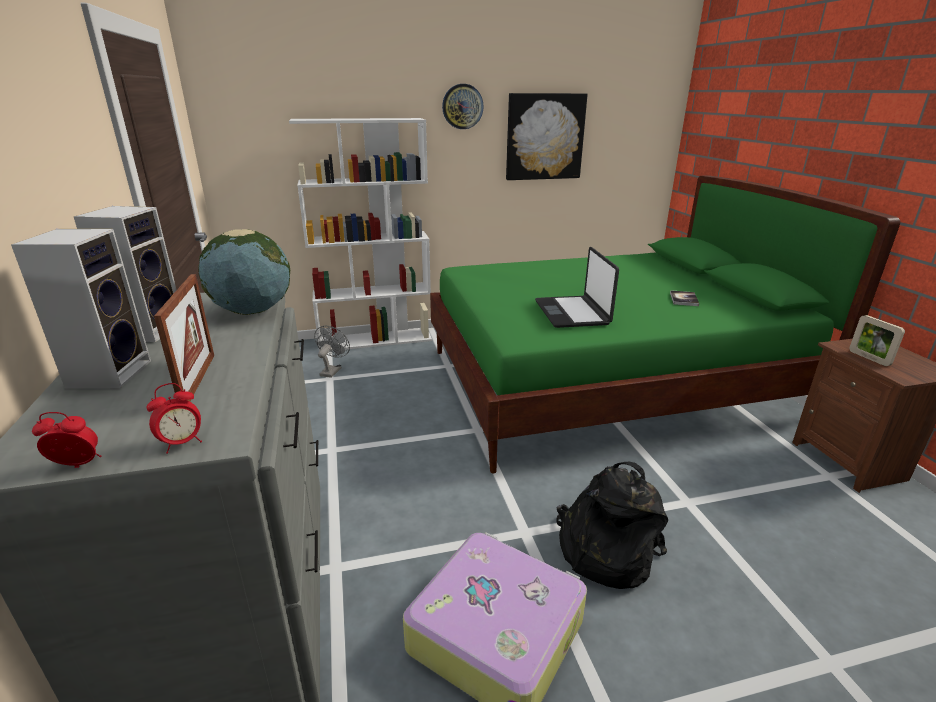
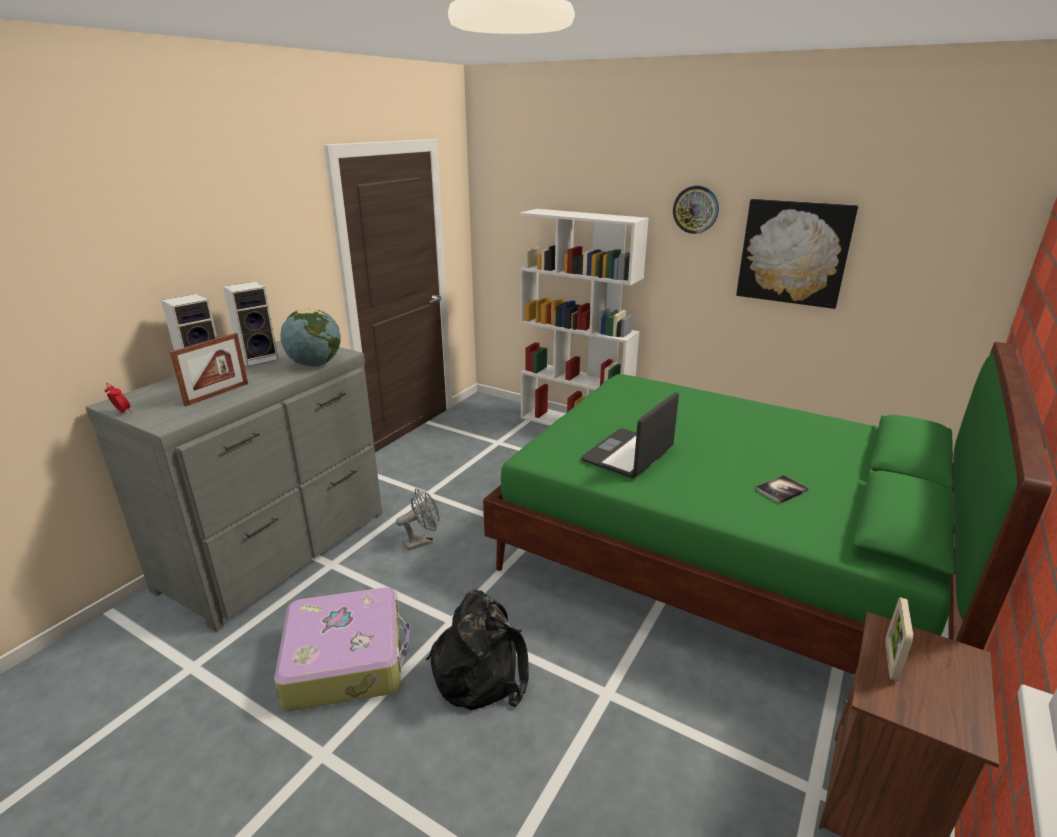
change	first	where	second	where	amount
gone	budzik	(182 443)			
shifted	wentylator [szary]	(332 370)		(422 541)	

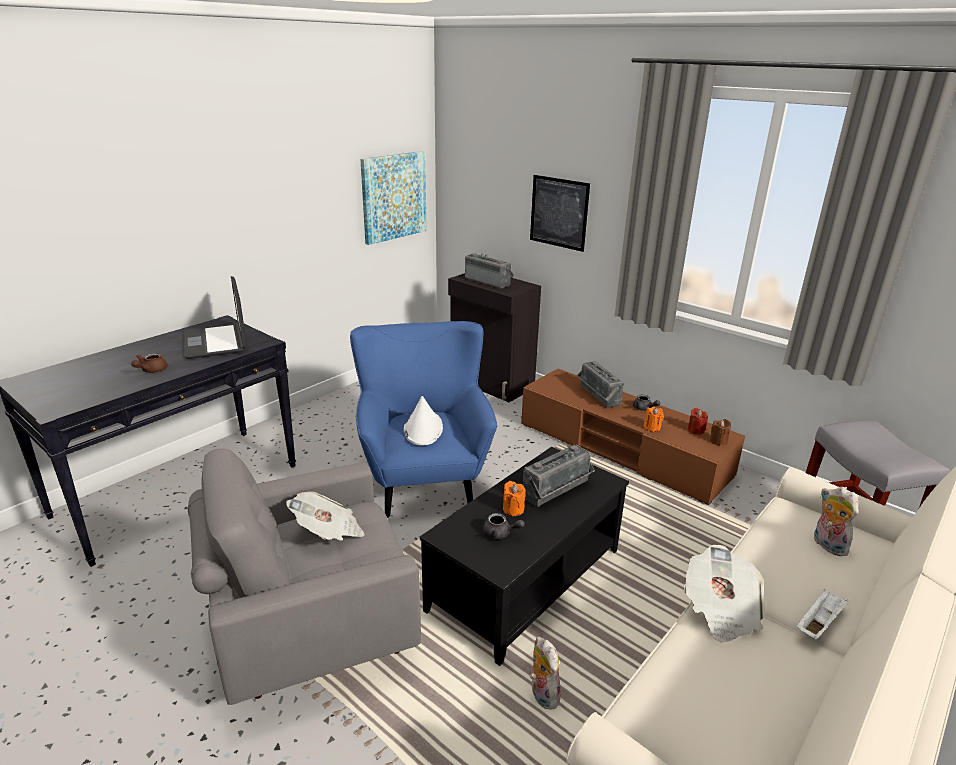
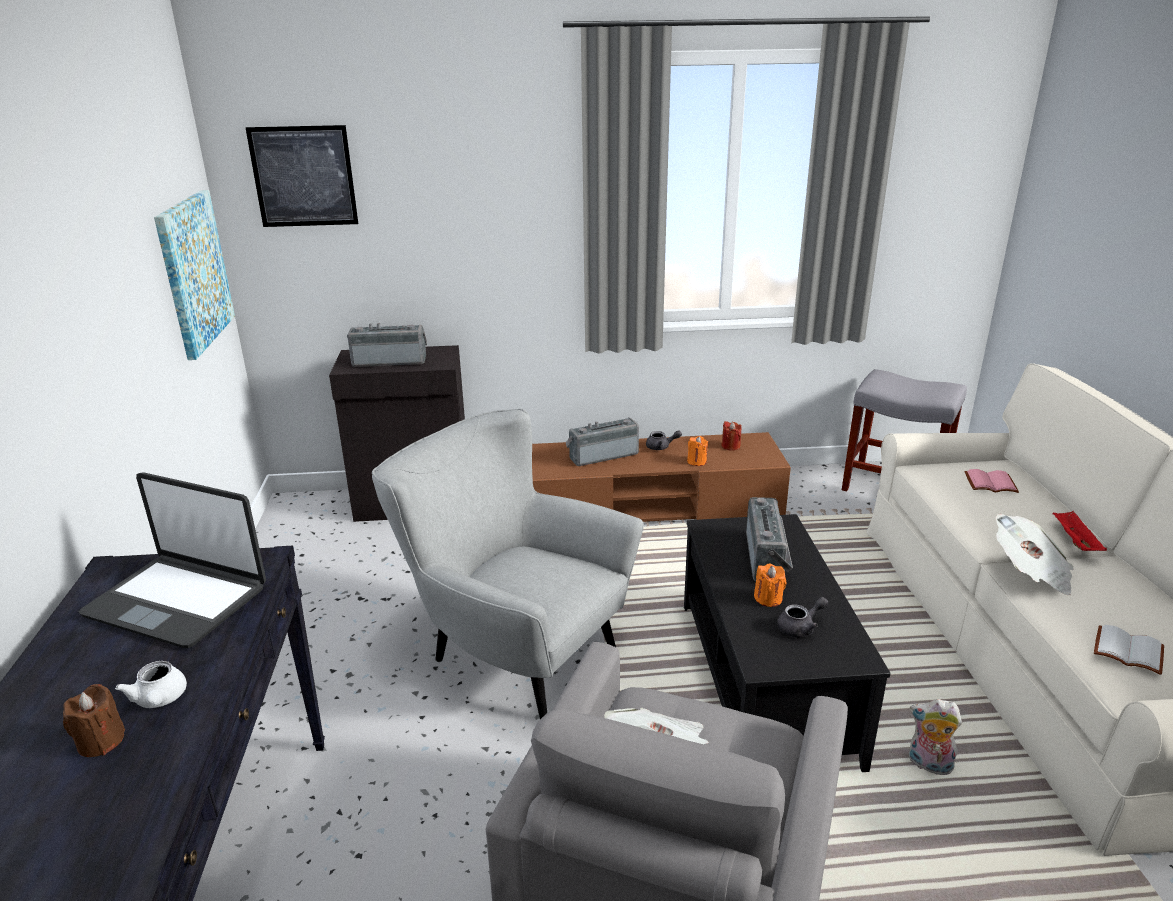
change	first	where	second	where	amount
repainted	imbryk [brązowy]	(151 370)	imbryk [biały]	(159 700)	
repainted	fotel [niebieski]	(423 478)	fotel [szary]	(512 651)	
gone	kapelusz [biały]	(423 429)			
shifted	obraz	(559 212)		(303 176)	
rotated	radio	(597 396)		(602 455)	135 degrees clockwise
shifted	świeca [brązowy]	(718 441)		(101 741)	
repainted	taca [biały]	(818 622)	taca [czerwony]	(1074 541)	
swapped	pluszak	(827 545)	książka [różowy]	(991 482)	
new			książka [biały]	(1126 652)	

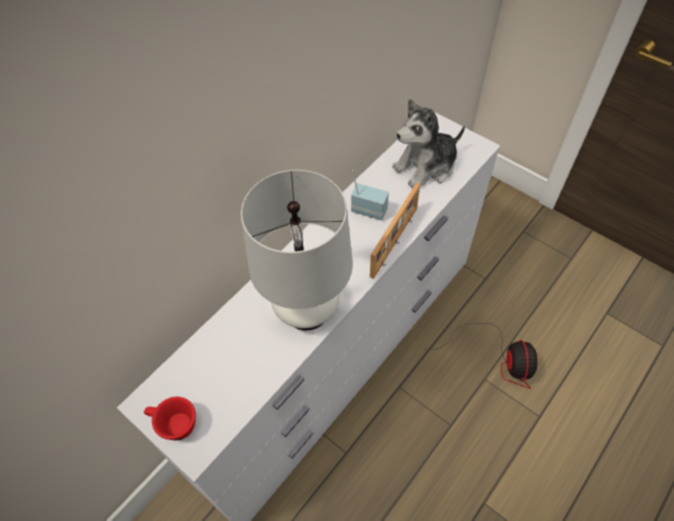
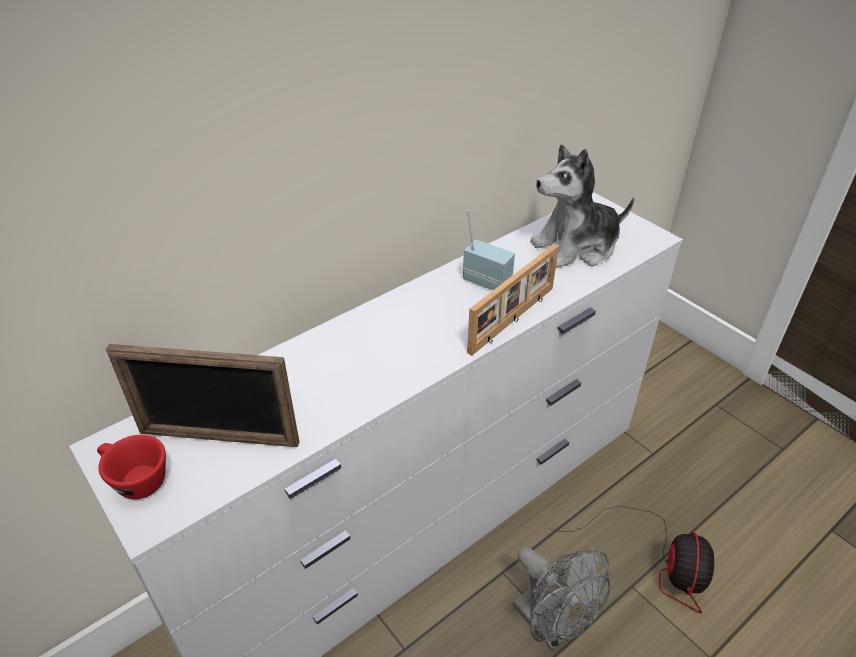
change	first	where	second	where	amount
gone	lampa stołowa [biały]	(306 309)			
new			ramka na zdjęcie	(218 438)	
new			wentylator [szary]	(552 625)	

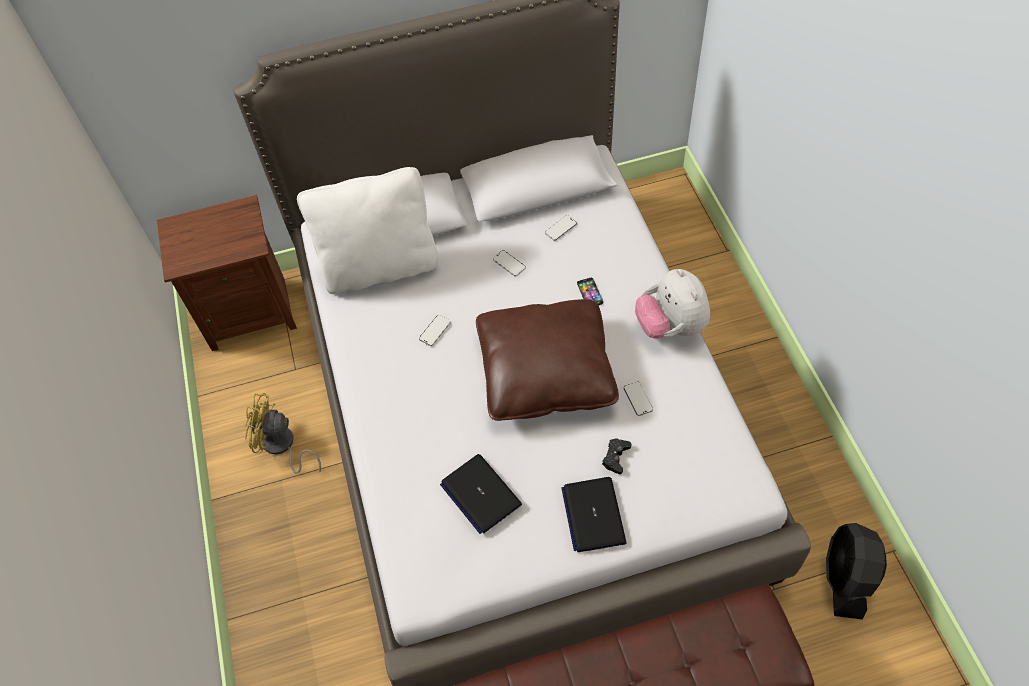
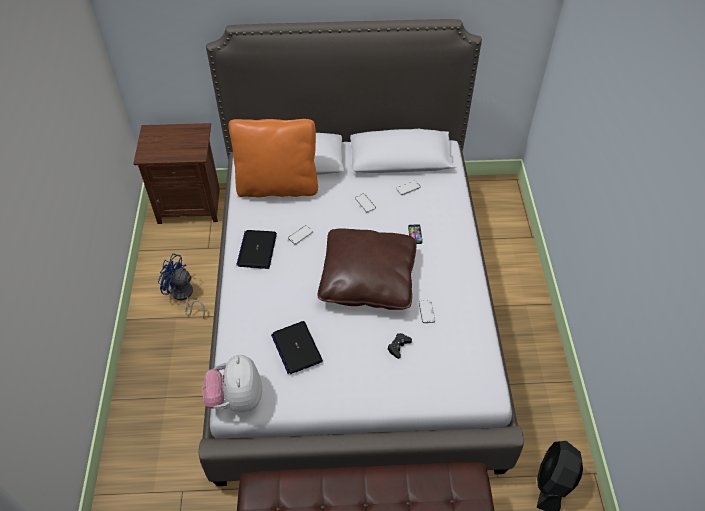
change	first	where	second	where	amount
repainted	wentylator [żółty]	(282 447)	wentylator [niebieski]	(183 296)	
repainted	poduszka [biały]	(380 267)	poduszka [pomarańczowy]	(277 186)	
shifted	laptop	(593 514)		(257 250)	
shifted	pluszak	(671 326)		(236 398)	

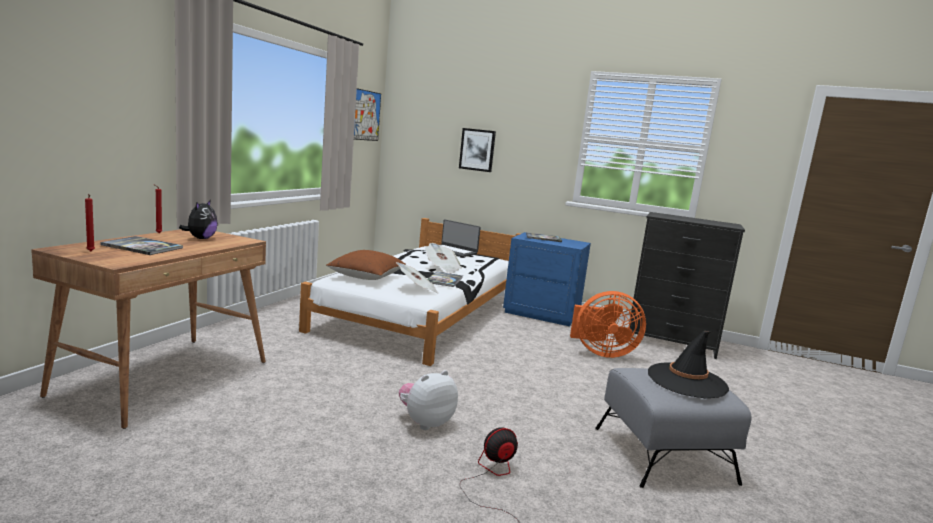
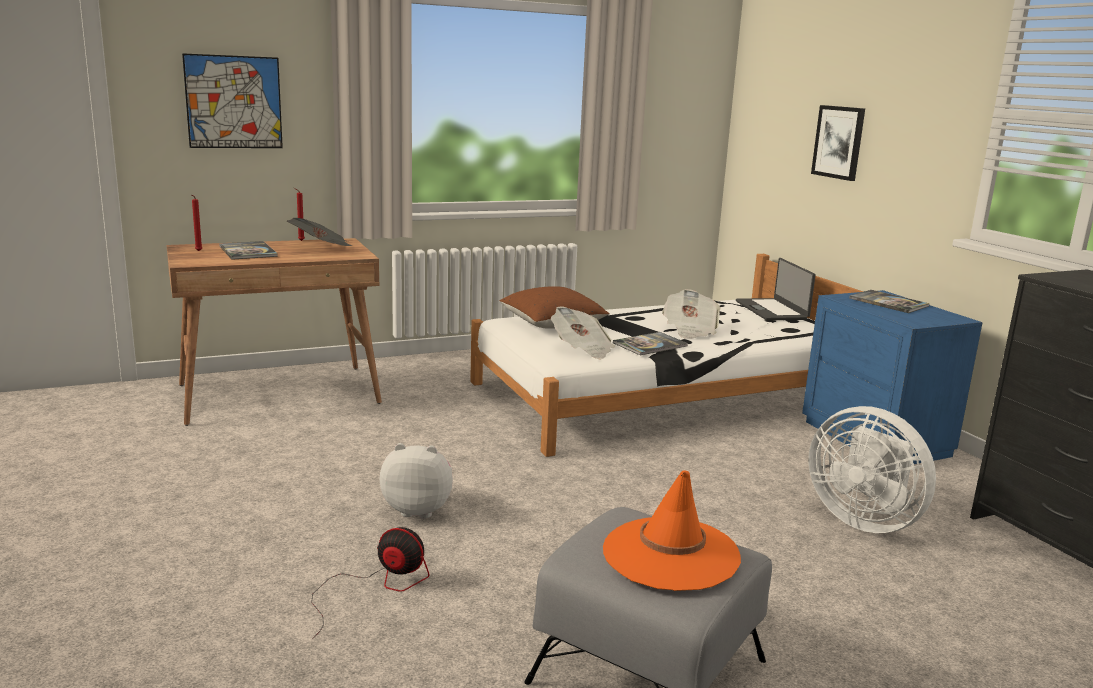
change	first	where	second	where	amount
swapped	pluszak	(201 238)	gazeta	(322 249)	
shifted	obraz	(366 115)		(234 102)	
repainted	wentylator [pomarańczowy]	(601 352)	wentylator [biały]	(863 519)	
repainted	kapelusz [czarny]	(686 381)	kapelusz [pomarańczowy]	(670 554)	

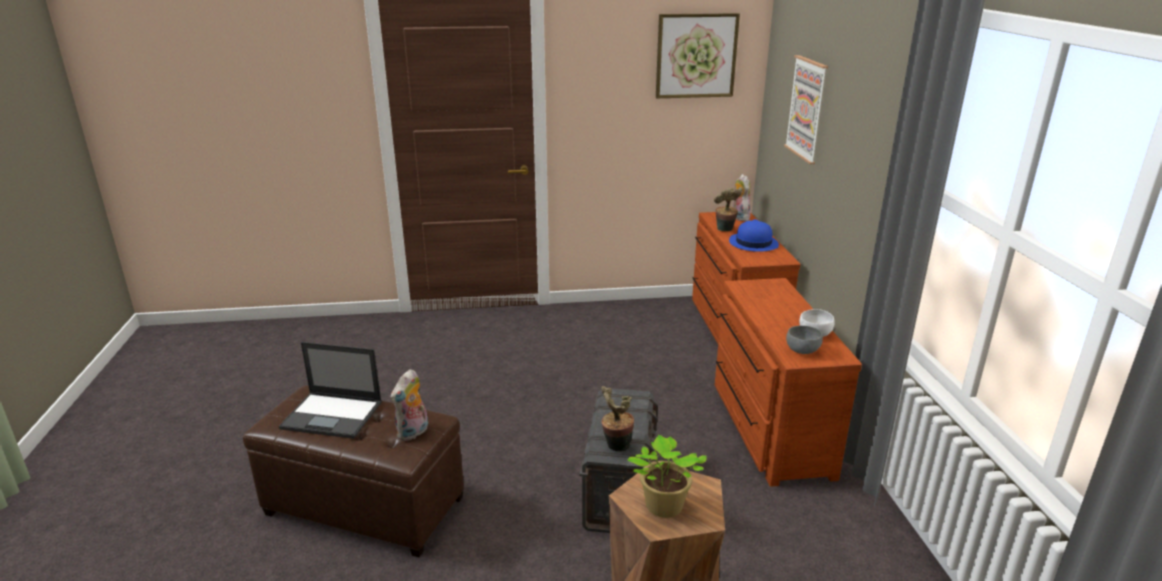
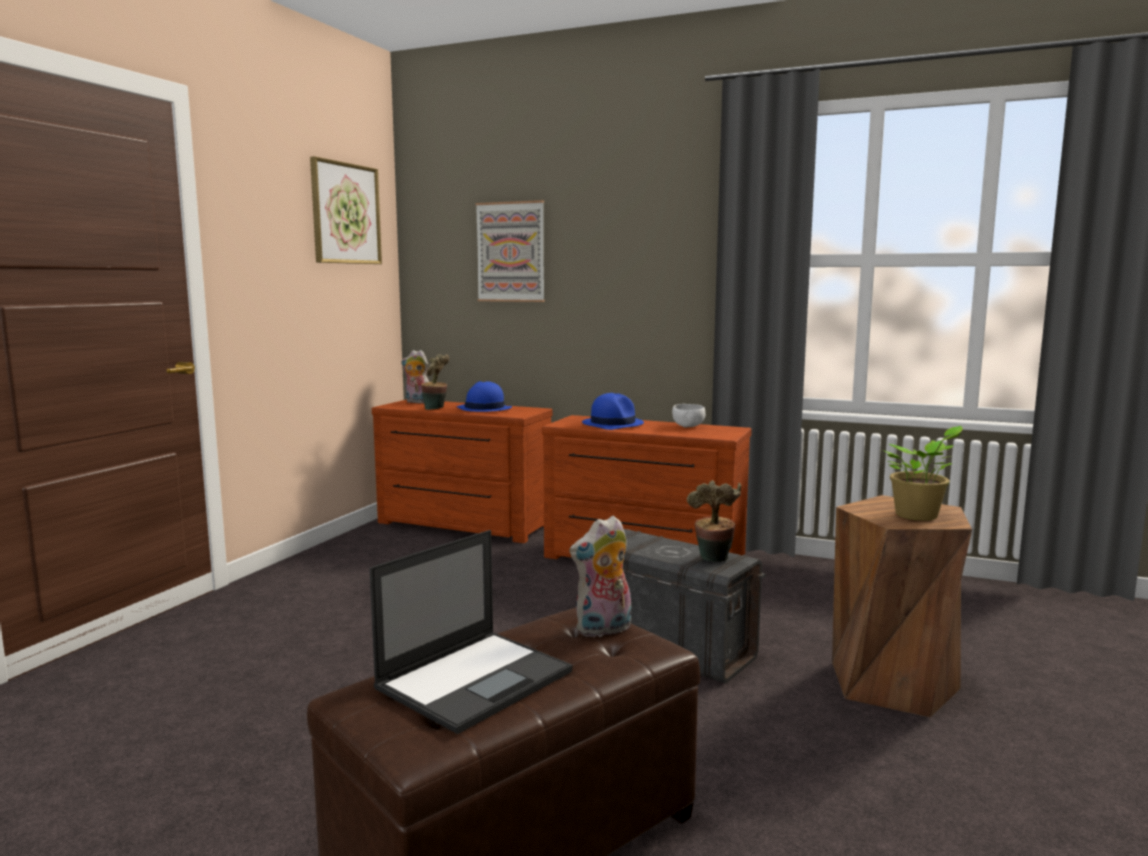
change	first	where	second	where	amount
rotated	pluszak	(413 433)		(603 630)	90 degrees clockwise
gone	miska [szary]	(802 351)			
new			kapelusz [niebieski]	(612 424)	

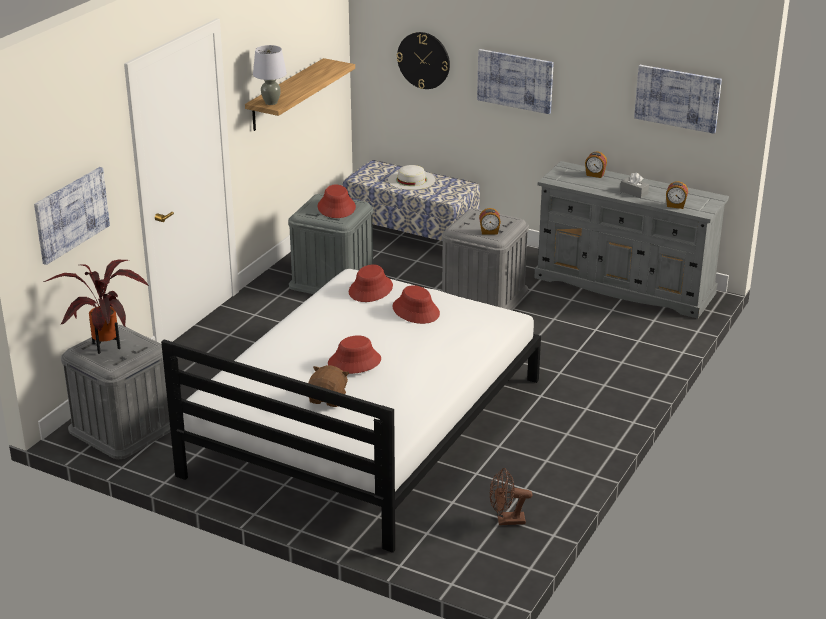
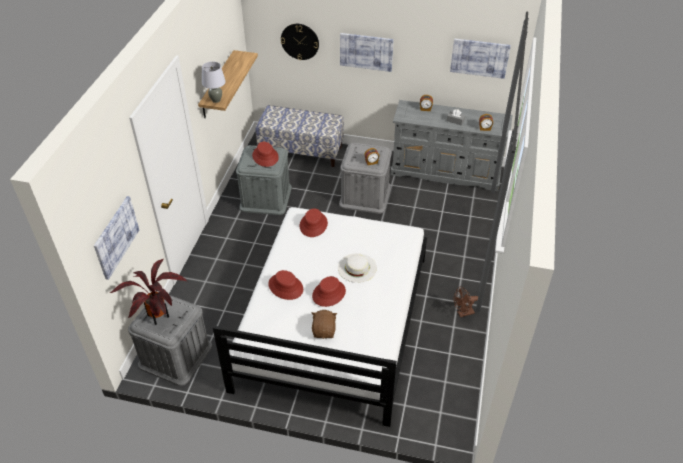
change	first	where	second	where	amount
shifted	kapelusz [biały]	(411 180)		(357 267)	
shifted	kapelusz [czerwony]	(416 311)		(286 287)	
shifted	wentylator [brązowy]	(506 521)		(462 313)	

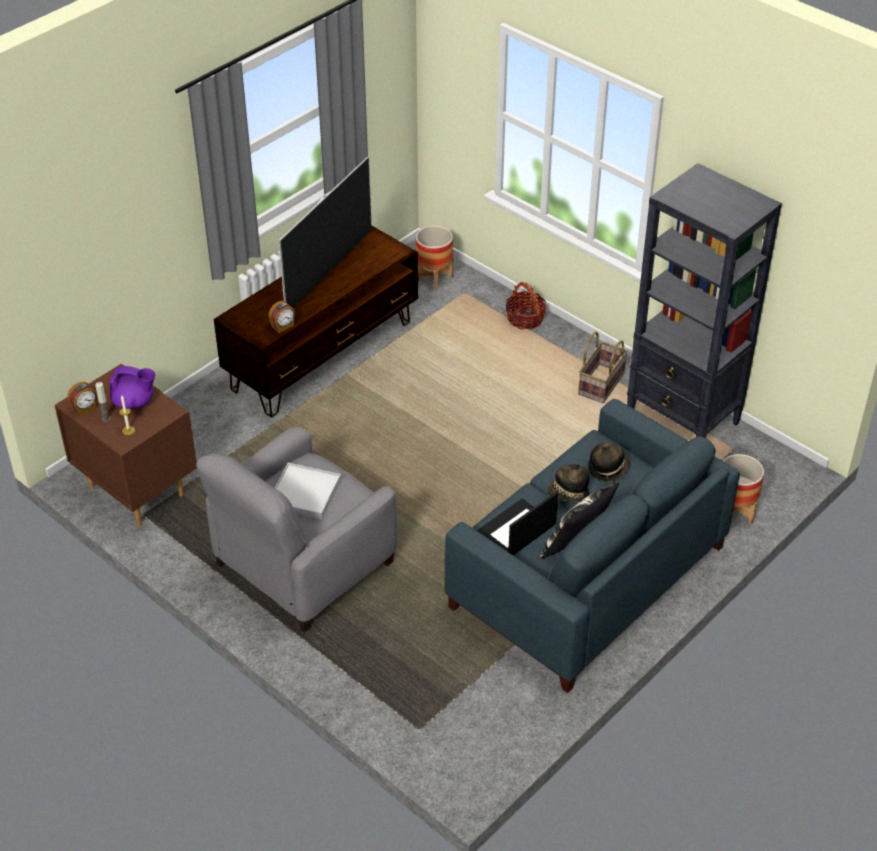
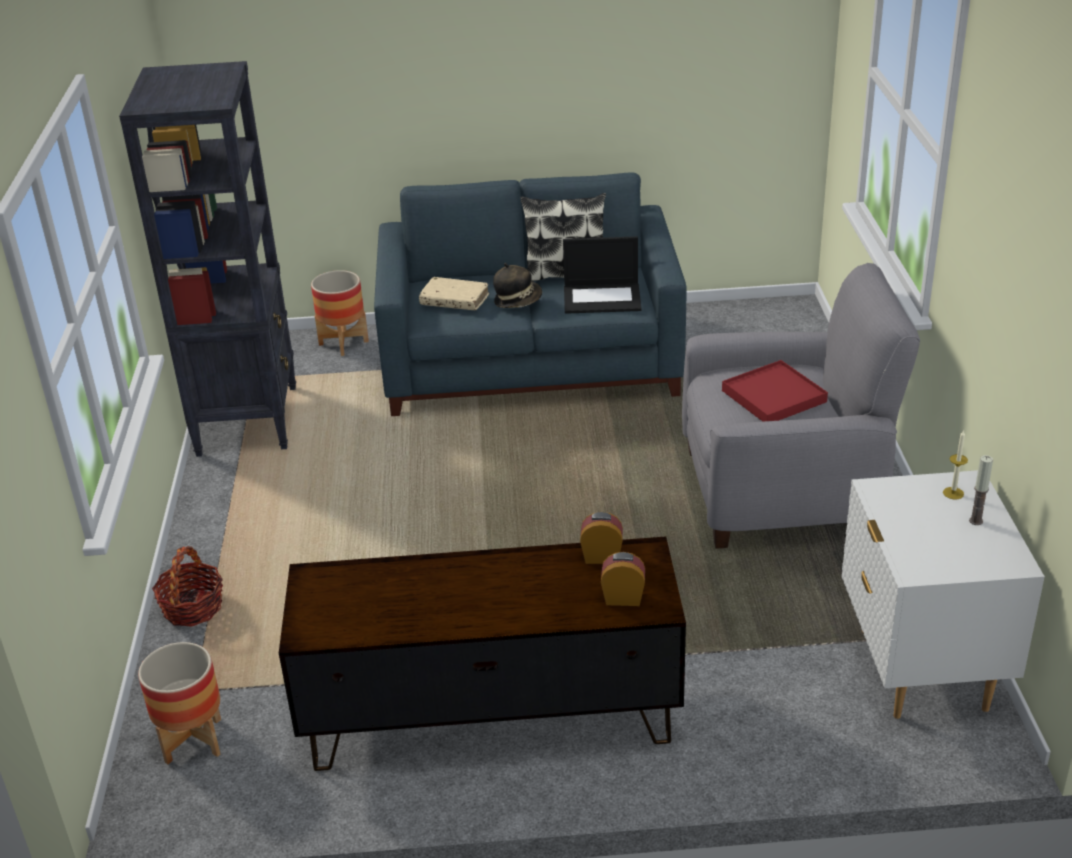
change	first	where	second	where	amount
repainted	szafka nocna [brązowy]	(137 491)	szafka nocna [biały]	(920 670)	
shifted	budzik	(85 408)		(623 597)	
gone	imbryk [fioletowy]	(134 402)			
repainted	taca [biały]	(304 493)	taca [czerwony]	(773 396)	
gone	telewizor	(328 271)			
gone	koszyk	(600 383)			
swapped	kapelusz	(608 468)	książka [beżowy]	(454 301)	

